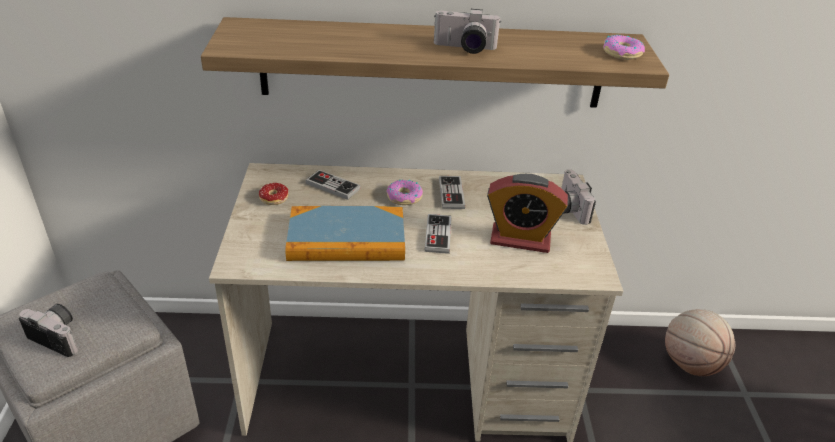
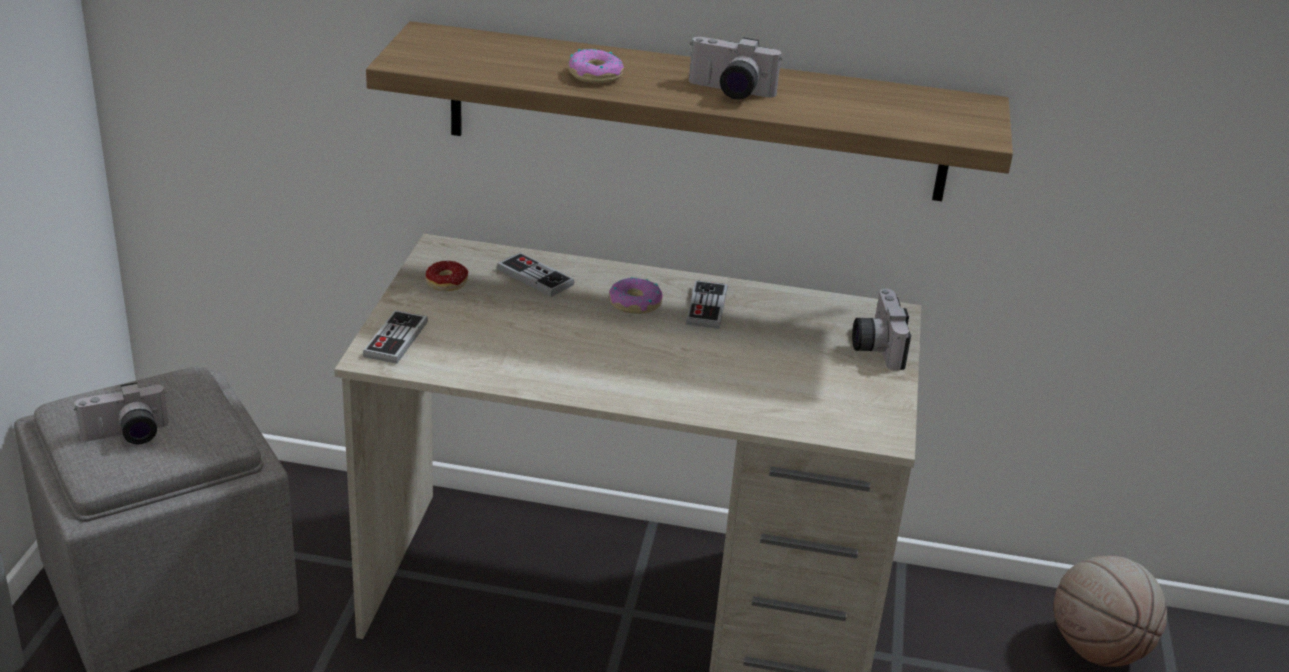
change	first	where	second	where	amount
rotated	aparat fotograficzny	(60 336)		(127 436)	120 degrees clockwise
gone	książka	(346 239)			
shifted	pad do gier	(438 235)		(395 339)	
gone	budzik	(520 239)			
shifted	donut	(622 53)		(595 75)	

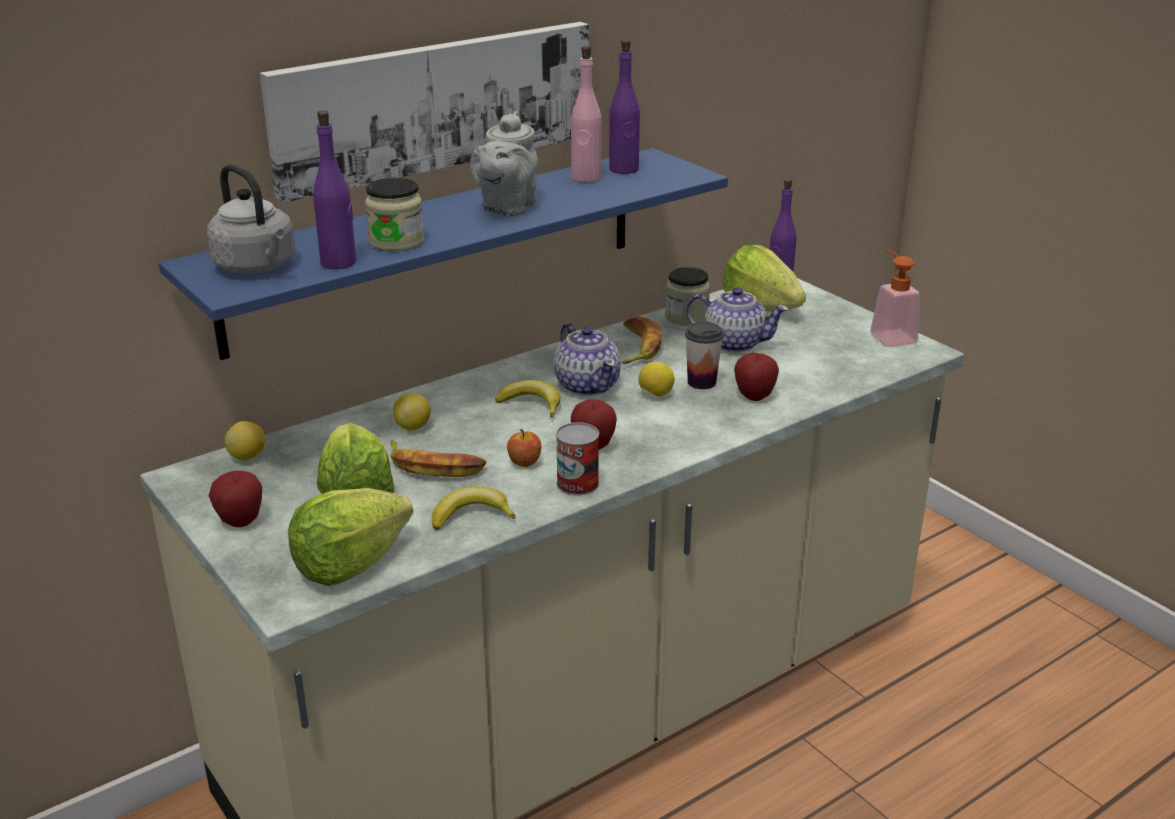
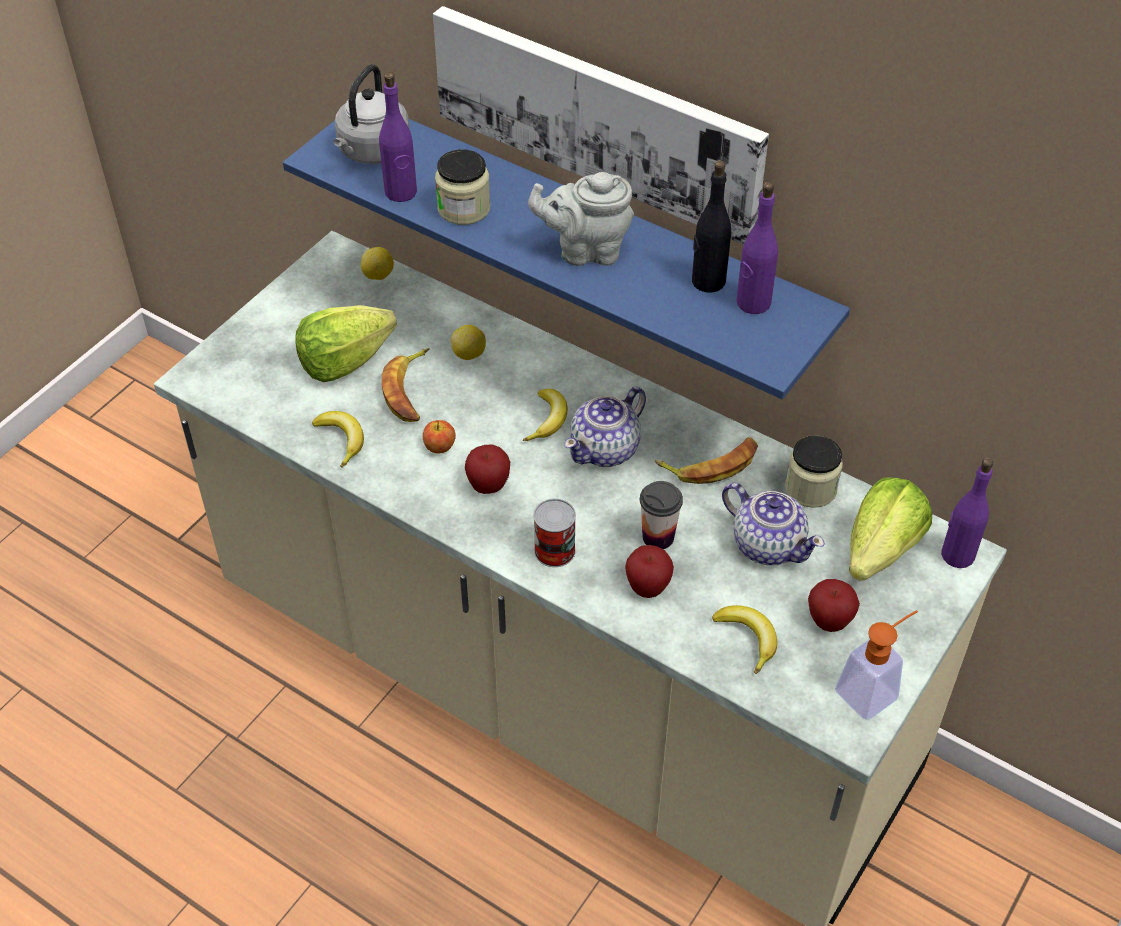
change	first	where	second	where	amount
shifted	jabłko	(240 521)		(829 621)	
gone	sałata	(350 564)			
shifted	puszka	(577 484)		(554 550)	
repainted	butelka [różowy]	(586 178)	butelka [czarny]	(707 281)	
gone	cytryna	(655 394)			
rotated	imbryk	(733 343)		(767 544)	45 degrees counterclockwise
new			banan	(748 638)	

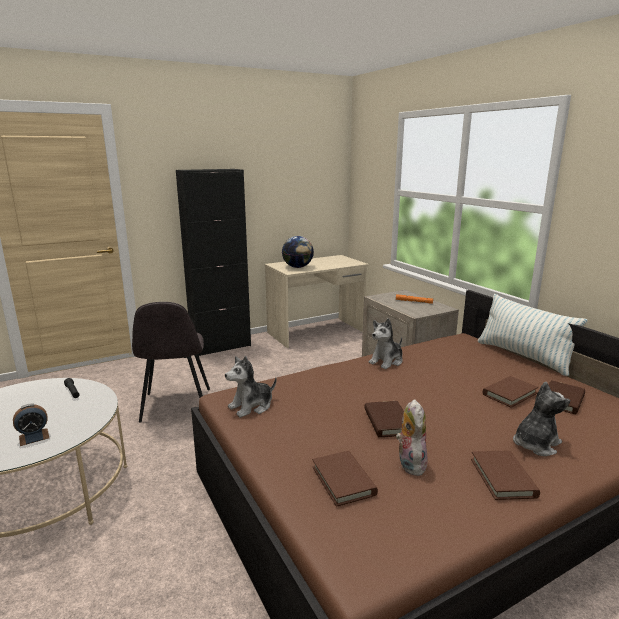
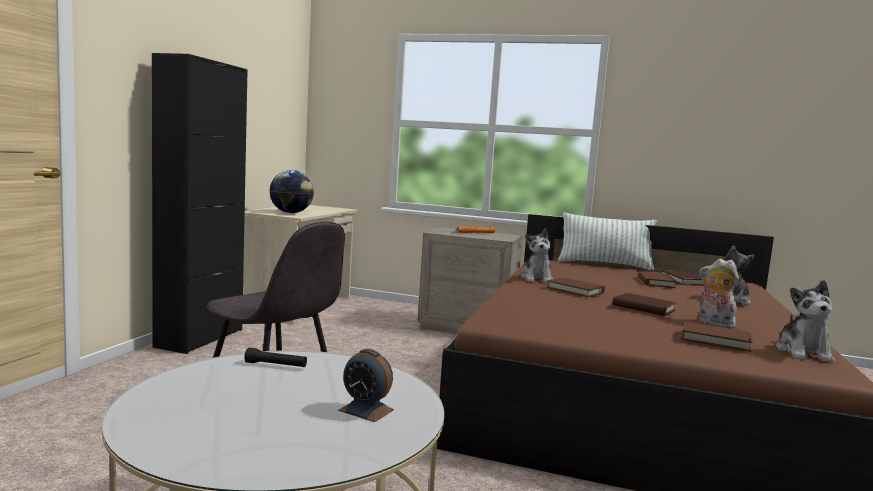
change	first	where	second	where	amount
rotated	budzik	(34 437)		(366 410)	105 degrees clockwise
shifted	pluszak	(251 406)		(803 352)	
shifted	książka [brązowy]	(503 478)		(575 290)	

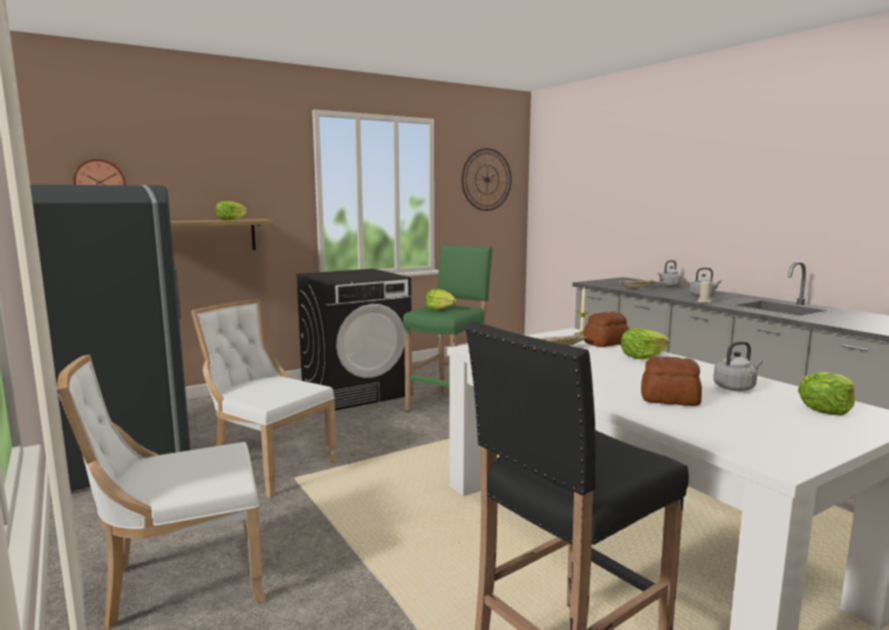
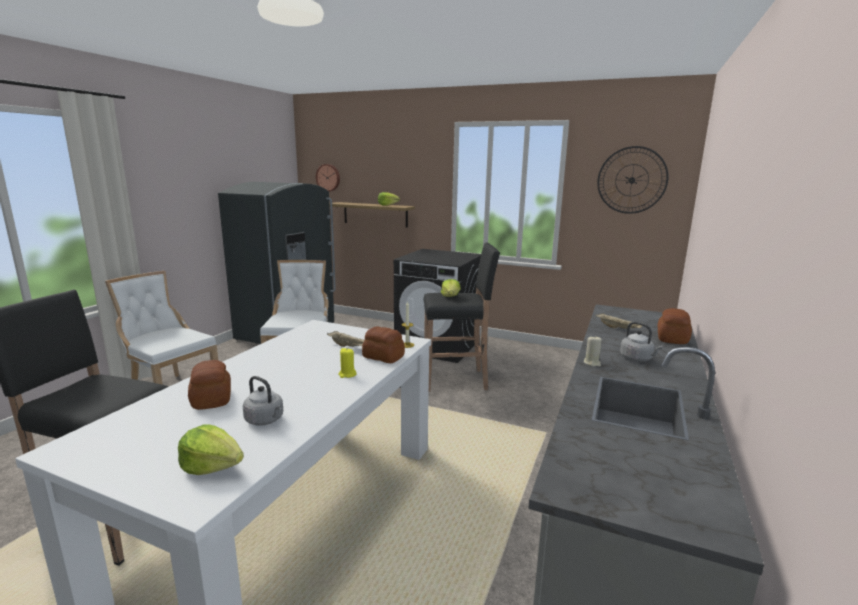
change	first	where	second	where	amount
repainted	stołek [zielony]	(449 406)	stołek [czarny]	(456 380)	
swapped	sałata	(642 356)	świeca [żółty]	(347 374)	
swapped	czajnik [szary]	(668 286)	chleb	(671 338)	

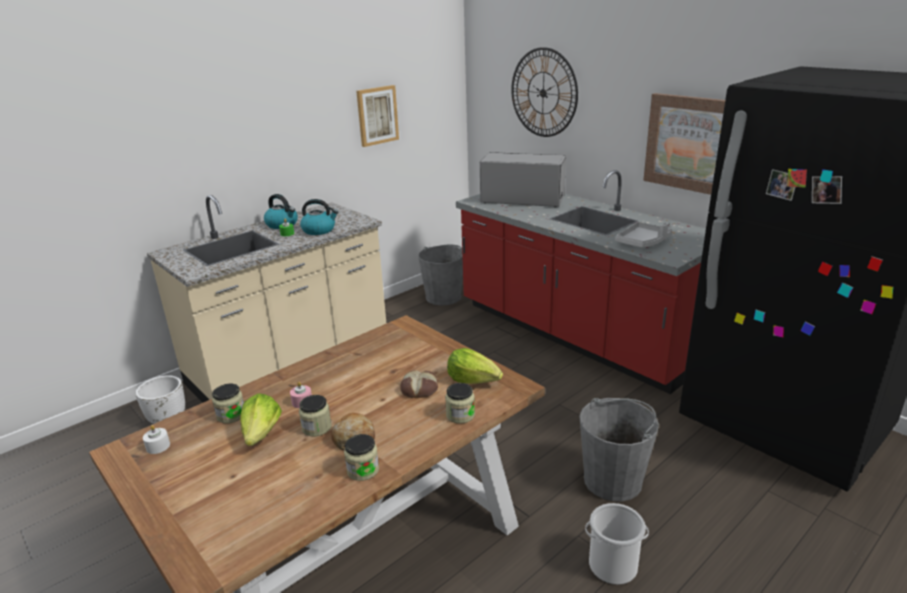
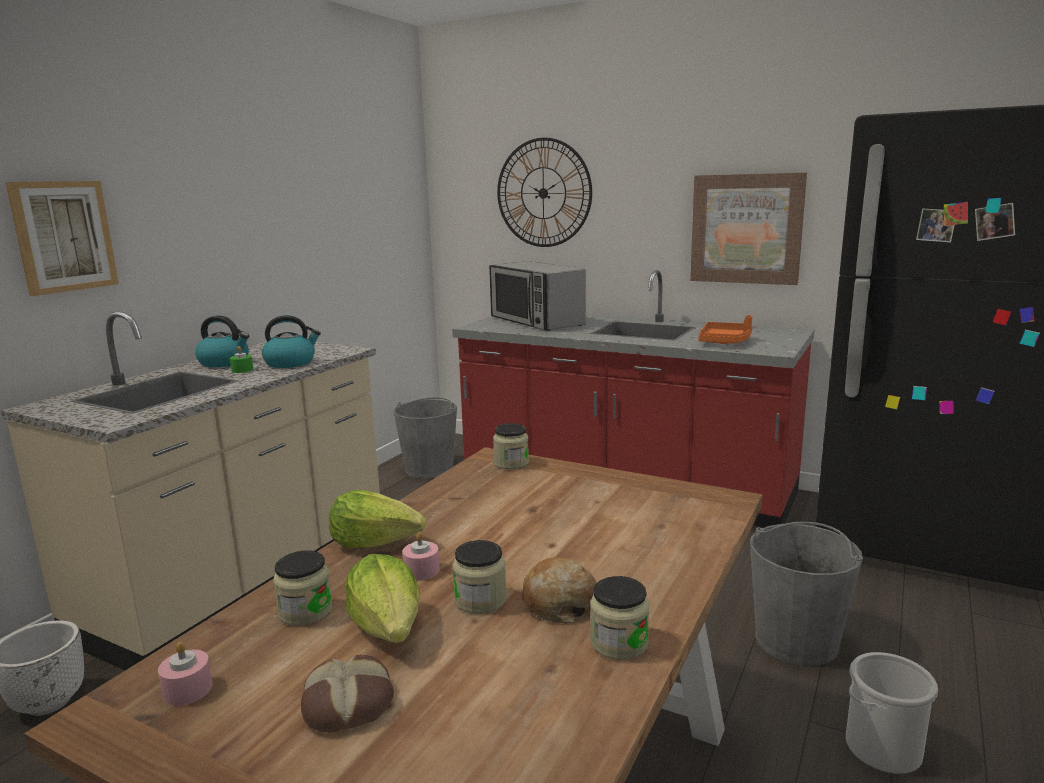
change	first	where	second	where	amount
repainted	świeca [biały]	(158 446)	świeca [różowy]	(188 689)	
shifted	obraz	(377 115)		(63 236)	
shifted	chleb	(420 389)		(349 703)	
shifted	słoik	(460 415)		(511 463)	
shifted	sałata	(473 380)		(376 542)	
rotated	mikrofalówka	(522 199)		(536 321)	120 degrees counterclockwise
repainted	taca [szary]	(643 242)	taca [pomarańczowy]	(725 342)	

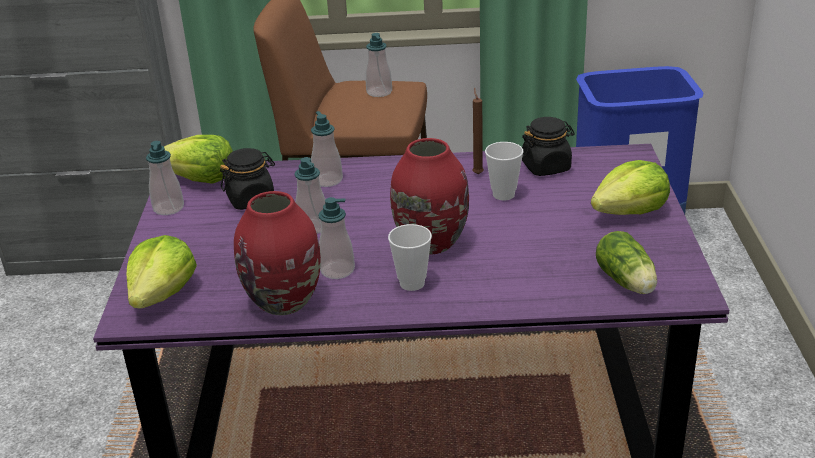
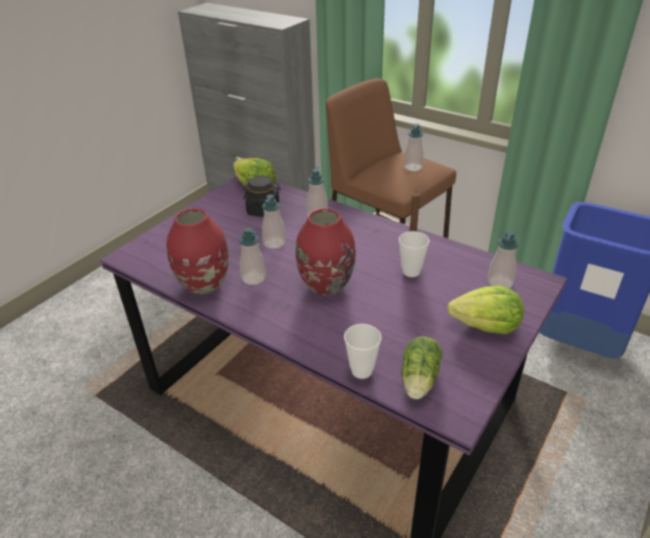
change	first	where	second	where	amount
gone	sałata	(163 294)			
shifted	dozownik mydła	(168 208)		(499 282)	
shifted	filiżanka	(412 283)		(361 370)	
gone	słoik [czarny]	(546 167)			

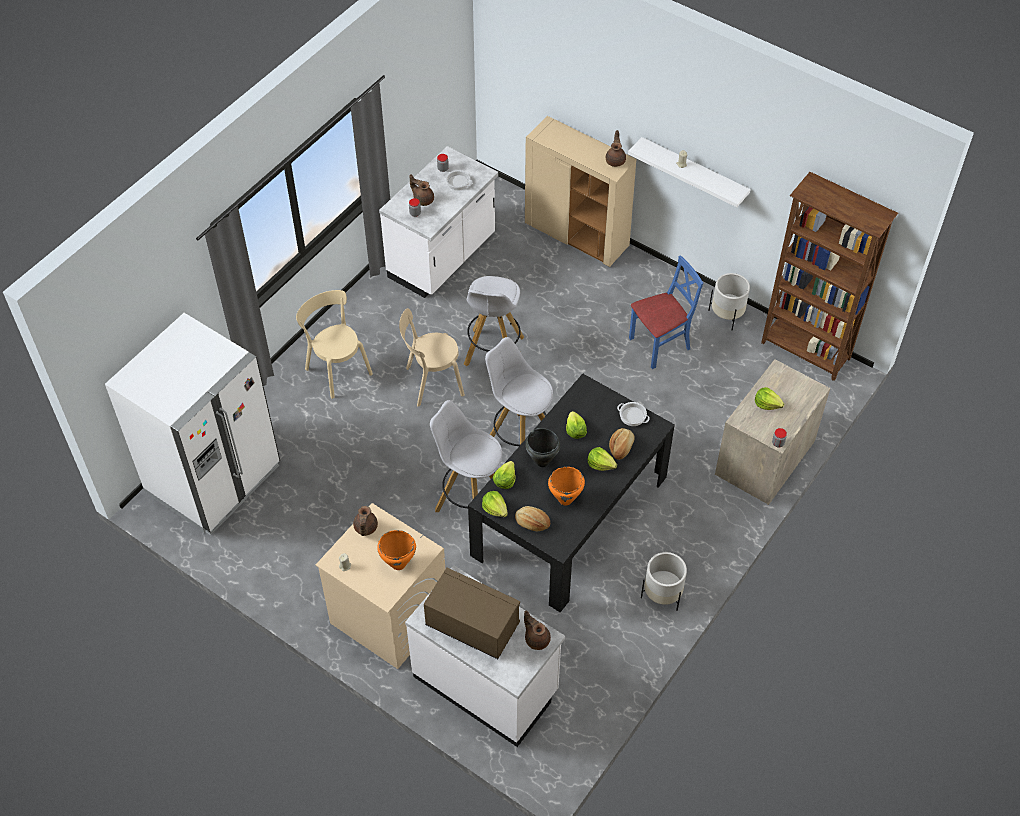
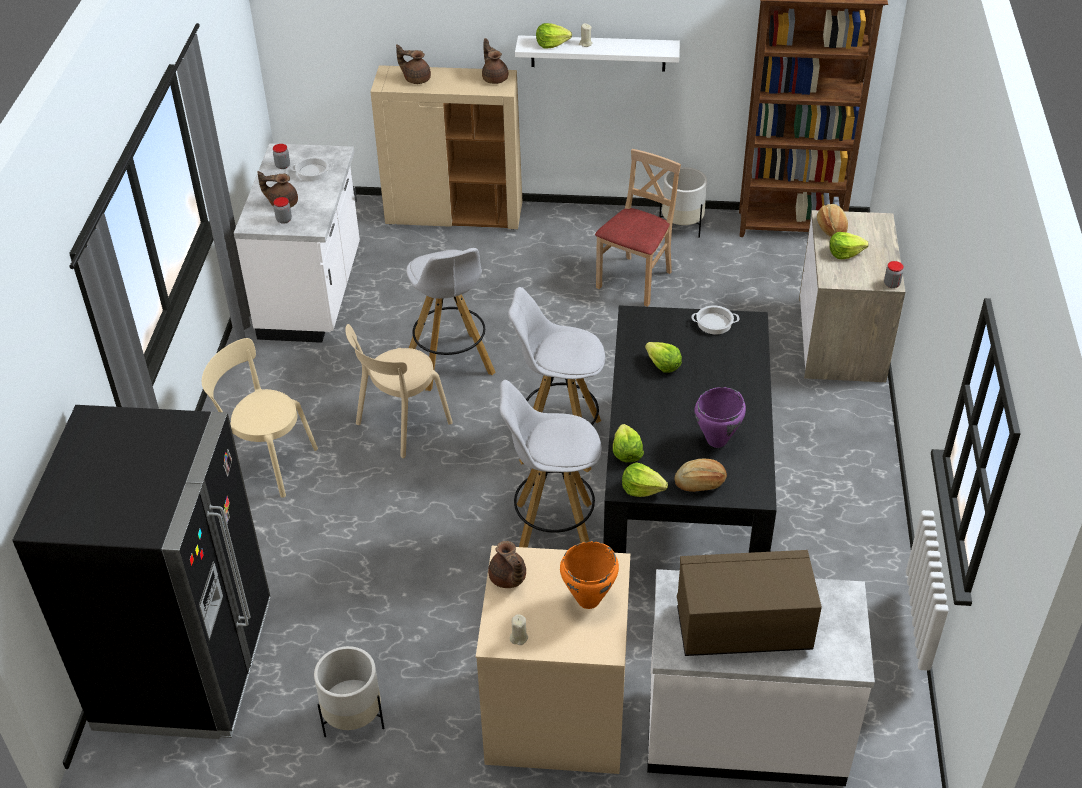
change	first	where	second	where	amount
repainted	lodówka [biały]	(214 479)	lodówka [czarny]	(186 666)	
shifted	imbryk [brązowy]	(536 638)		(416 79)	
gone	garnek [czarny]	(542 462)			
repainted	garnek [pomarańczowy]	(565 500)	garnek [fioletowy]	(717 440)	
shifted	sałata	(600 464)		(551 44)	
shifted	chleb	(621 447)		(831 228)	
repainted	krzesło [niebieski]	(660 345)	krzesło [beżowy]	(635 280)	
shifted	donica [biały]	(662 595)		(353 718)	

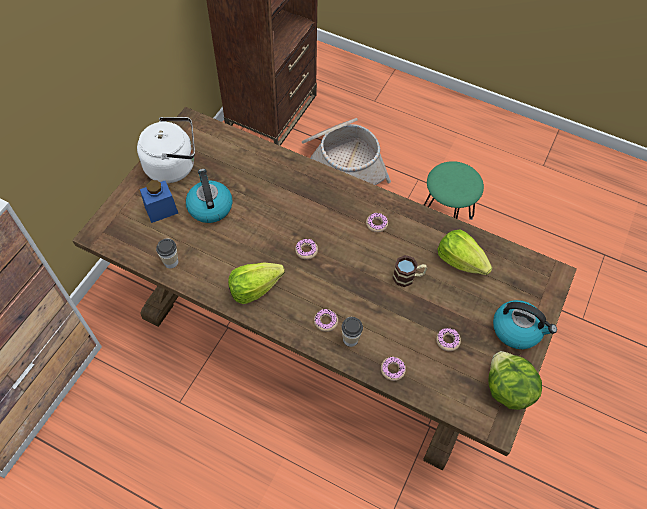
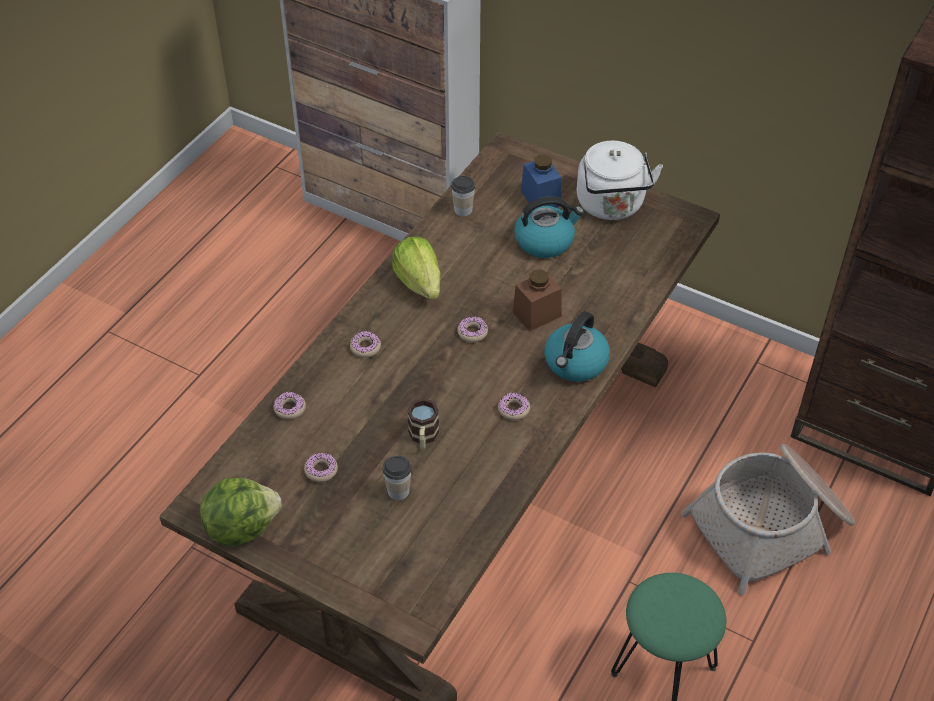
change	first	where	second	where	amount
shifted	filiżanka	(350 339)		(398 491)	
gone	sałata	(460 261)			
shifted	czajnik	(517 329)		(575 363)	
new			słoik [brązowy]	(537 314)	

